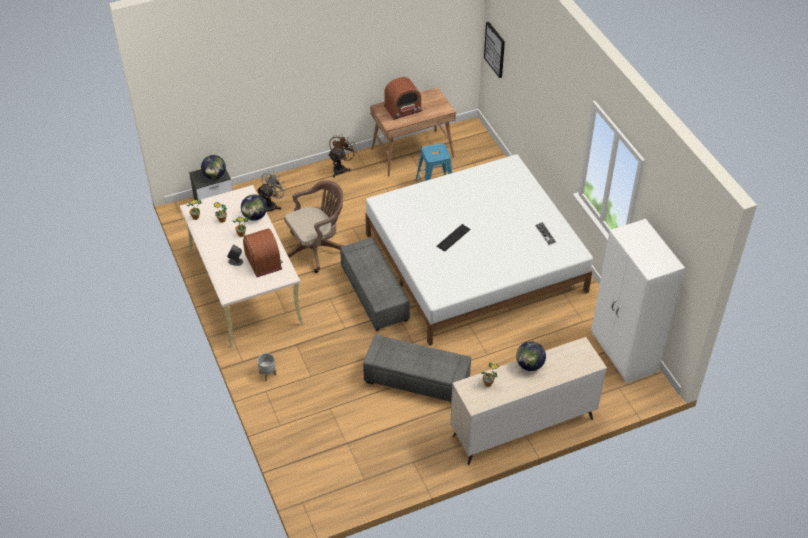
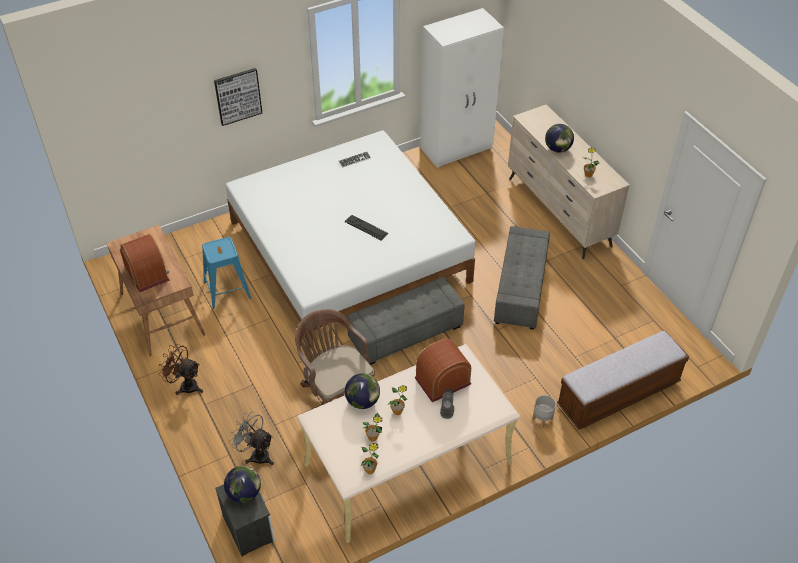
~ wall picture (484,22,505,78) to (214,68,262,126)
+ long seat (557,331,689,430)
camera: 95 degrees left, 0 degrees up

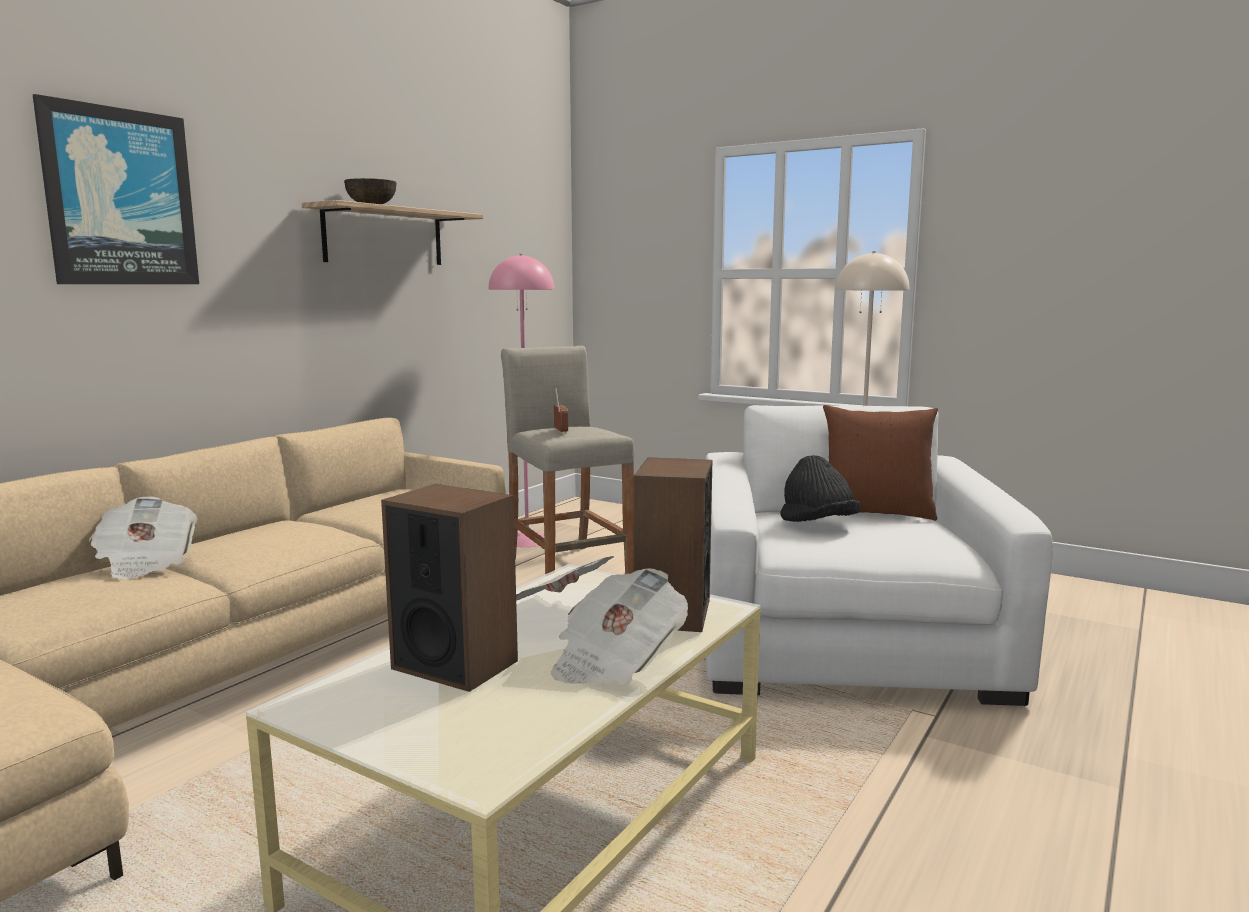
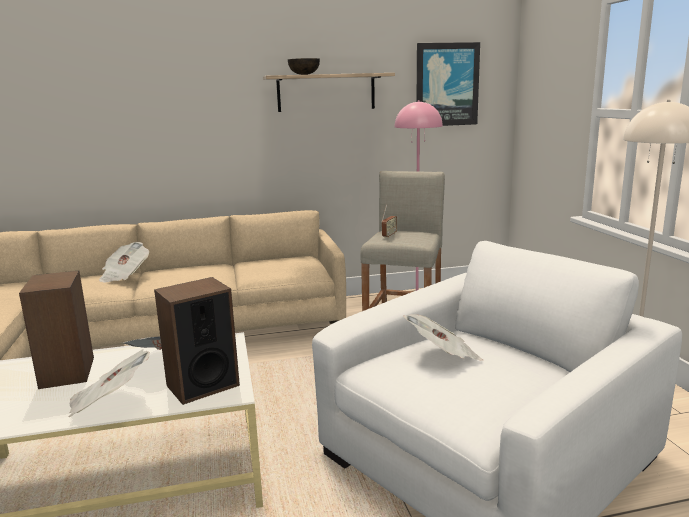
~ hat (blackish) (780,455,861,522) to newspaper (403,314,484,360)
~ wall picture (33,94,199,284) to (417,42,480,126)
- pillow (brown-coloured) (823,405,938,521)
camera: 45 degrees right, 5 degrees up

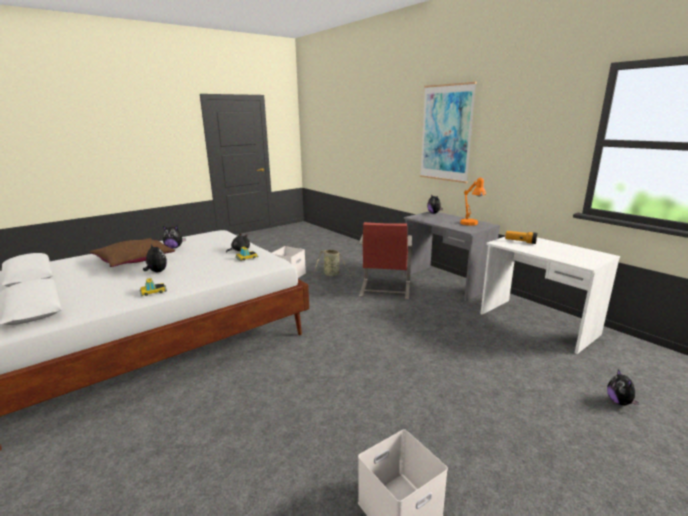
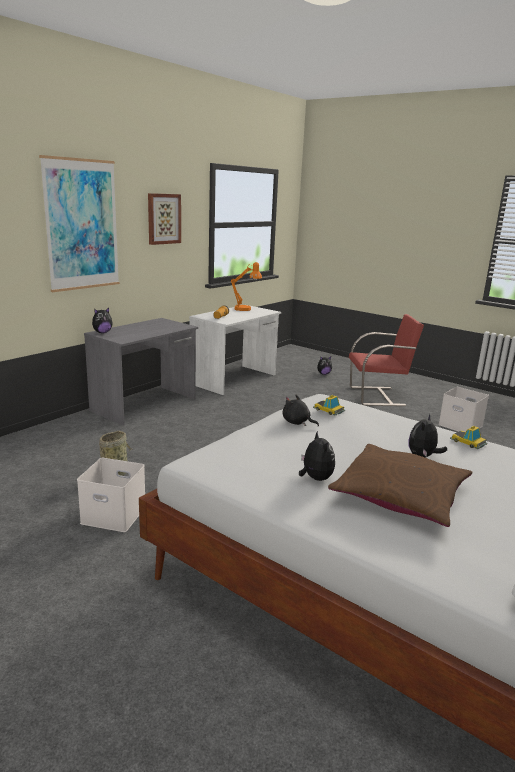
+ wall picture (148,193,181,245)
~ lamp for a table (orange) (460,178,486,226) to (231,262,262,311)
~ upright chair (red) (359,222,412,299) to (349,314,424,406)
camera: 105 degrees left, 0 degrees up

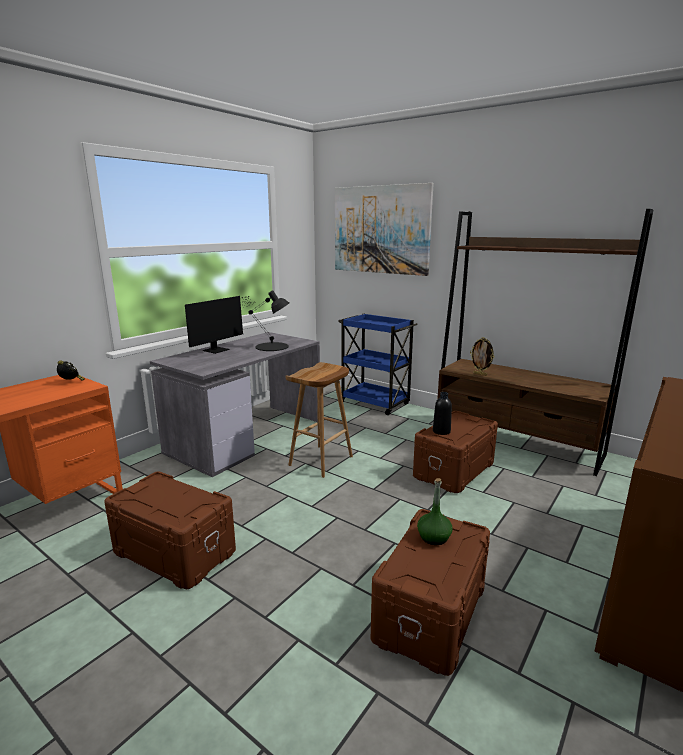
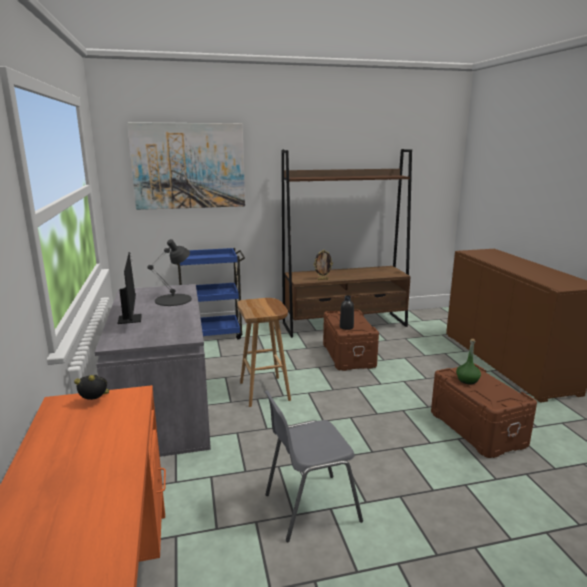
~ storage box (brown-coloured) (104,471,236,589) to upright chair (greyish) (264,390,363,542)
camera: 50 degrees left, 0 degrees up

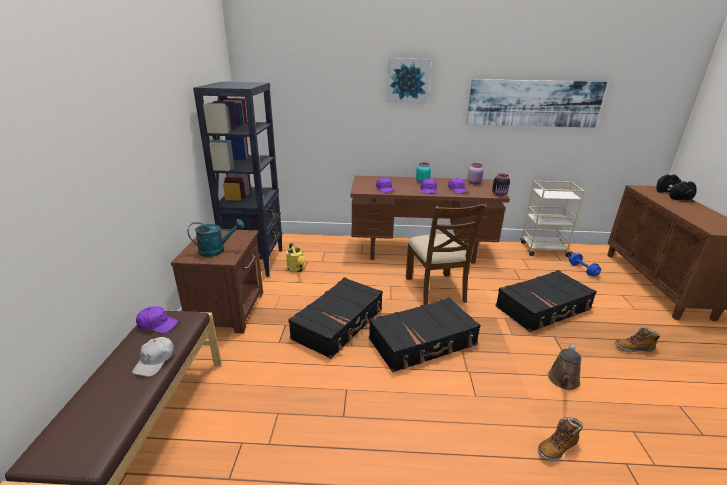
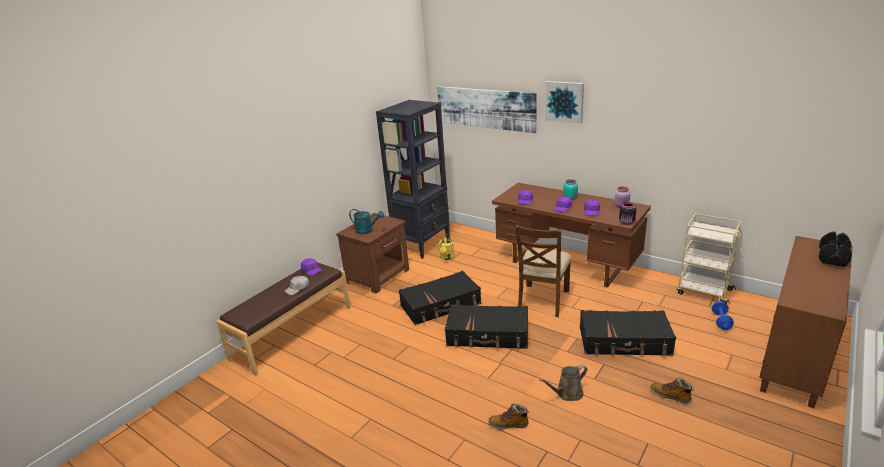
~ wall picture (466,79,607,128) to (437,86,537,133)
camera: 35 degrees right, 0 degrees up

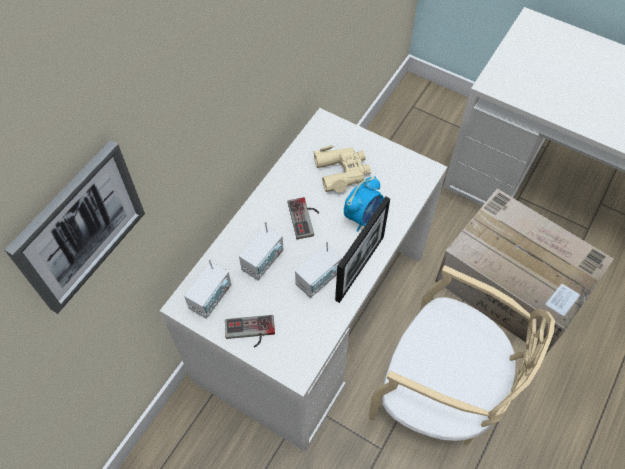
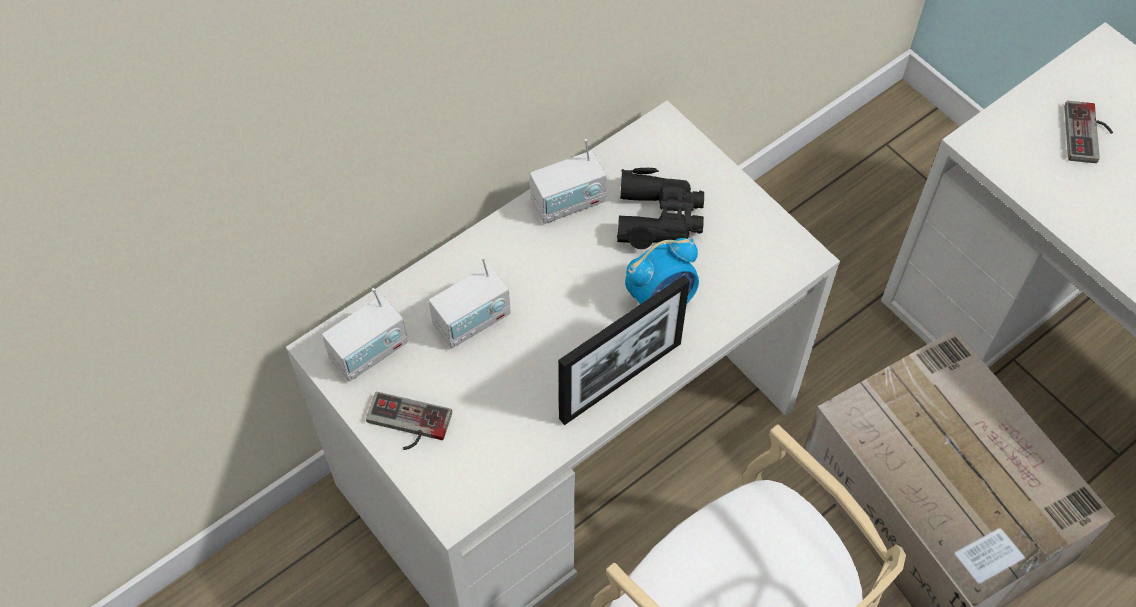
~ radio set (295,241,342,298) to (530,139,606,224)
~ binoculars (beige-coloured) (314,145,371,192) to binoculars (blackish) (617,168,704,249)
~ joypad (288,197,319,239) to (1064,101,1113,163)
- wall picture (5,140,145,314)
camera: 20 degrees right, 0 degrees up

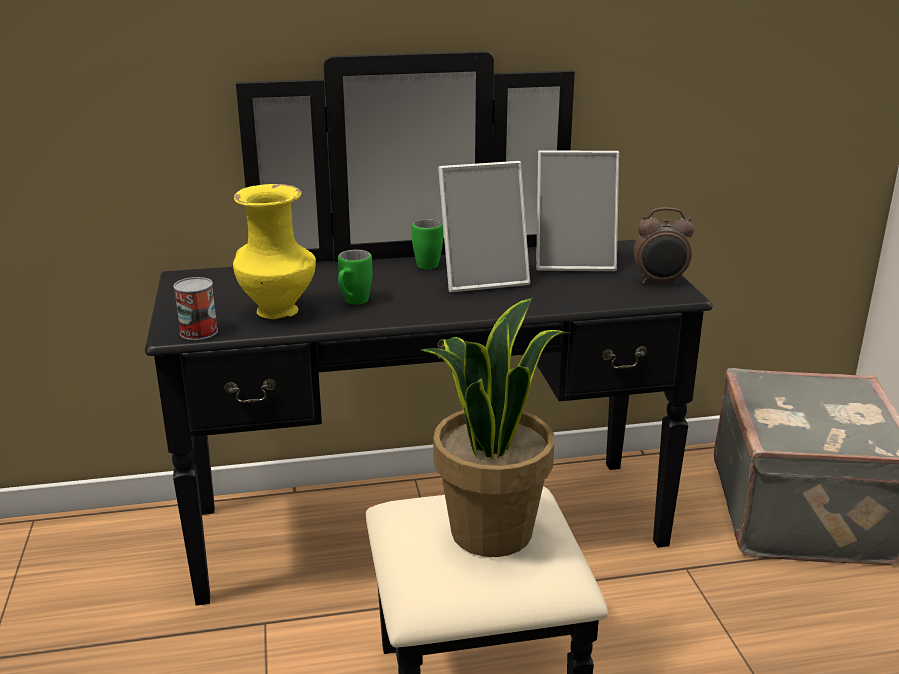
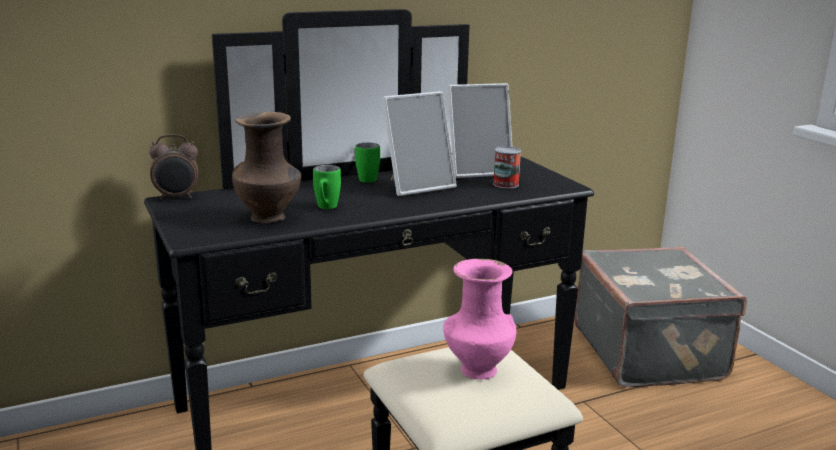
~ bedside clock (633,207,694,285) to (149,134,199,200)
~ vase (yellowish) (233,184,316,319) to vase (brown-coloured) (232,112,301,223)
~ potted plant (420,298,570,557) to vase (pinkish) (443,259,517,379)
~ can (173,277,218,340) to (493,146,521,188)
camera: 15 degrees left, 5 degrees down

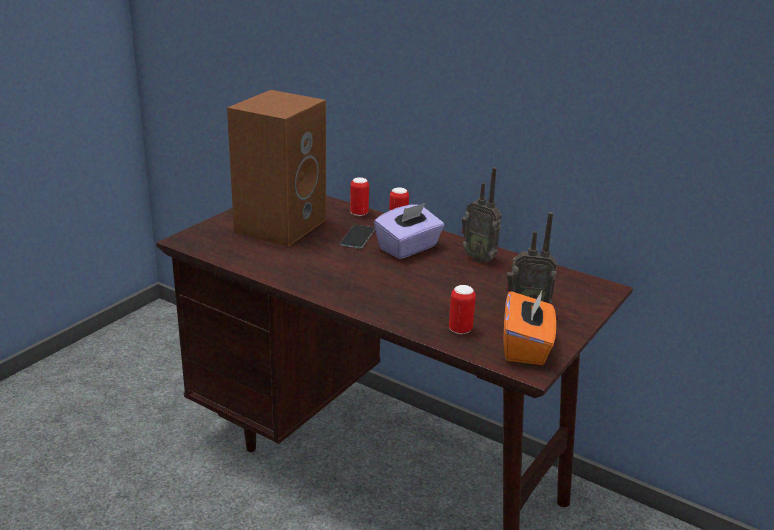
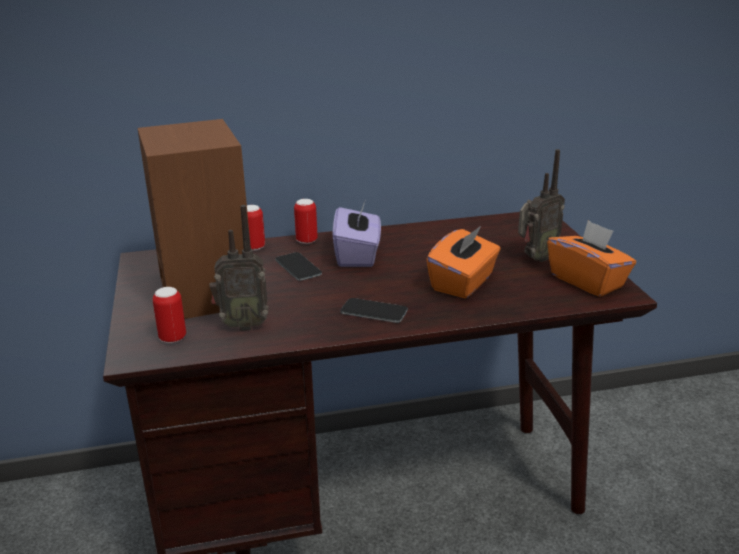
~ can (449,285,476,334) to (152,287,186,343)
~ radio set (461,167,501,263) to (210,205,268,331)
+ handset (340,298,408,323)
+ tissue box (orange) (426,225,500,298)
camera: 45 degrees left, 0 degrees up

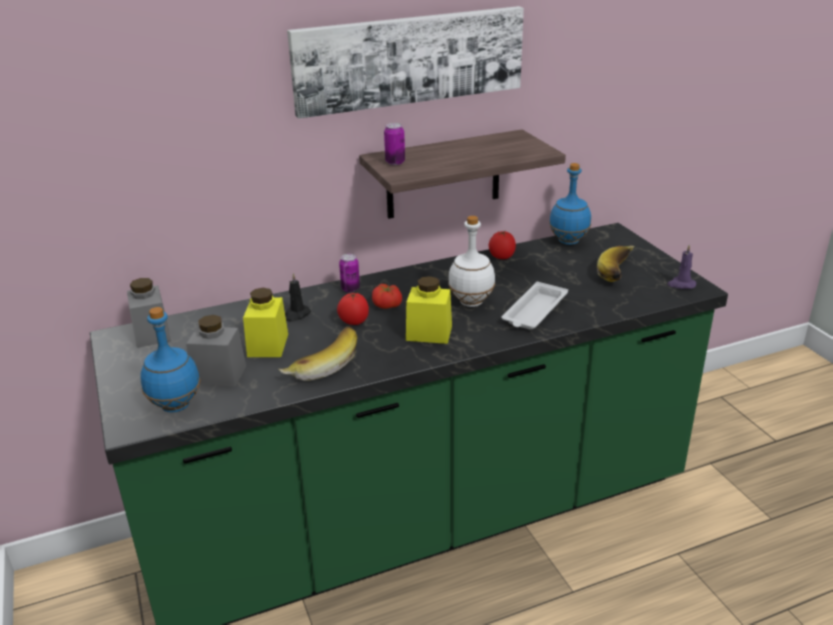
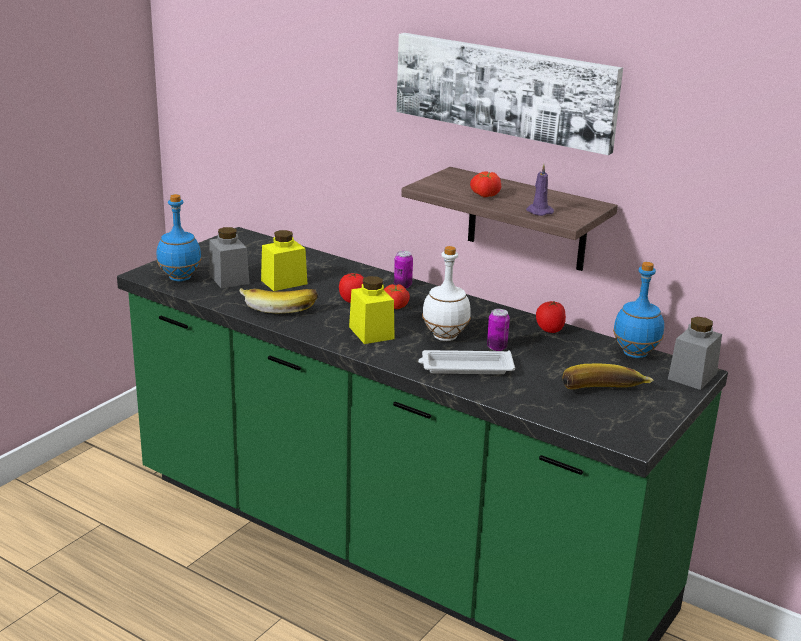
+ tomato (470,172,501,197)
~ can (384,123,405,165) to (487,309,510,351)
~ wax candle (purple-coloured) (667,245,696,289) to (526,164,554,216)
~ preserve jar (greyish) (127,278,171,348) to (668,317,722,390)
- wax candle (blackish) (285,273,311,322)
camera: 55 degrees right, 5 degrees down

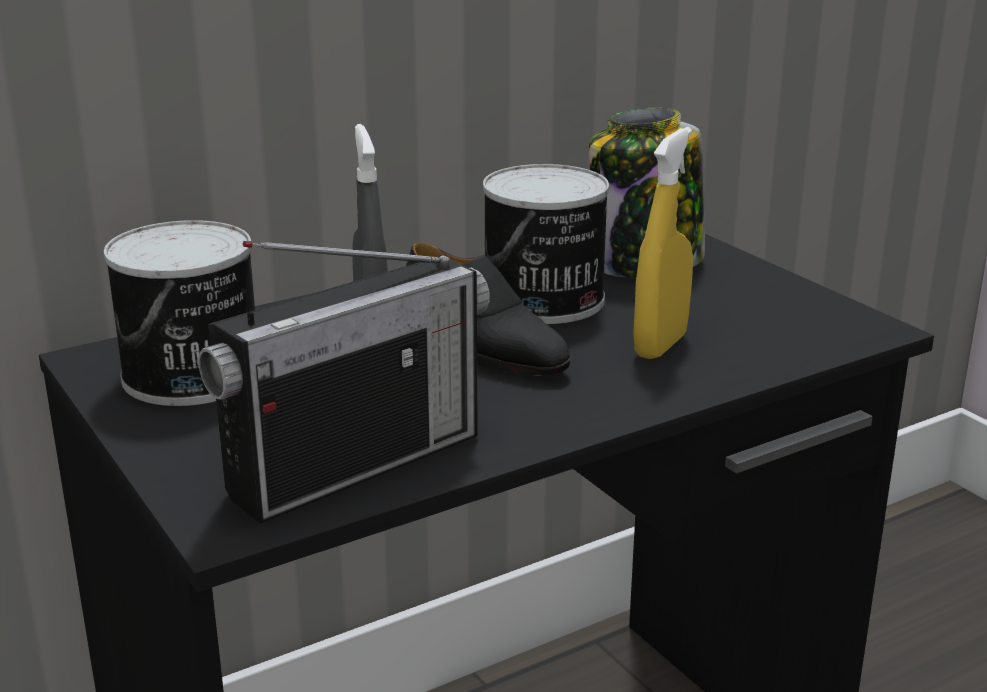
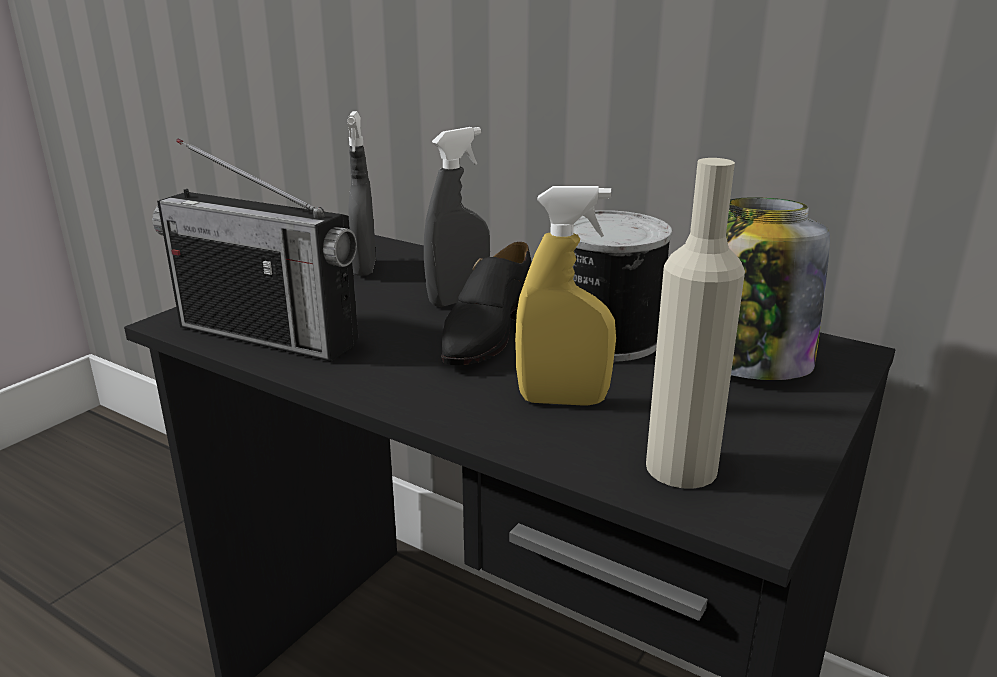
~ can (104,220,255,406) to hand sprayer (greyish) (347,111,376,276)
+ drink bottle (beige-coloured) (646,158,745,489)
camera: 65 degrees right, 0 degrees up

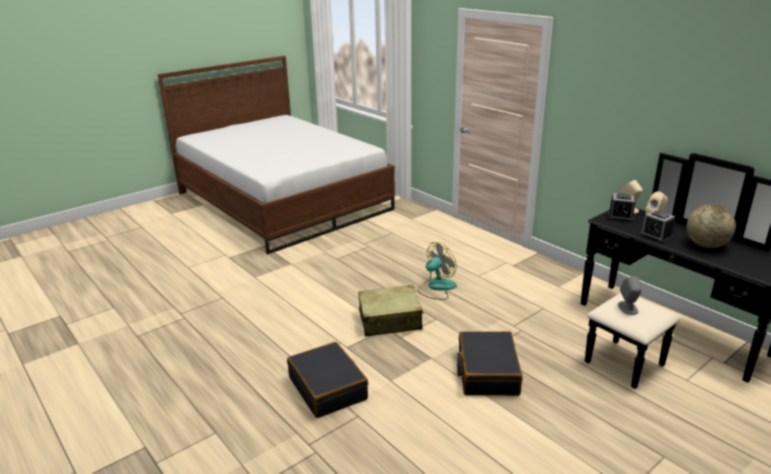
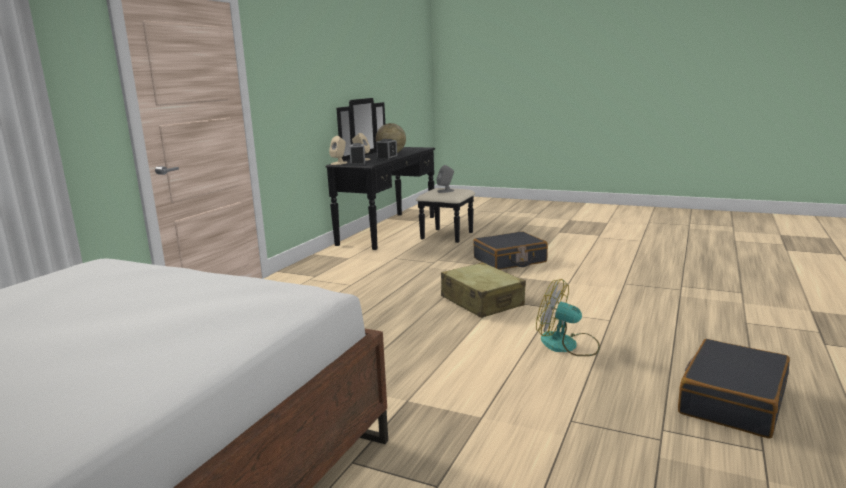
~ cooling fan (417,242,457,300) to (536,279,600,356)
~ piece of luggage (blackish) (287,342,368,418) to (678,339,790,438)
camera: 115 degrees left, 10 degrees down

